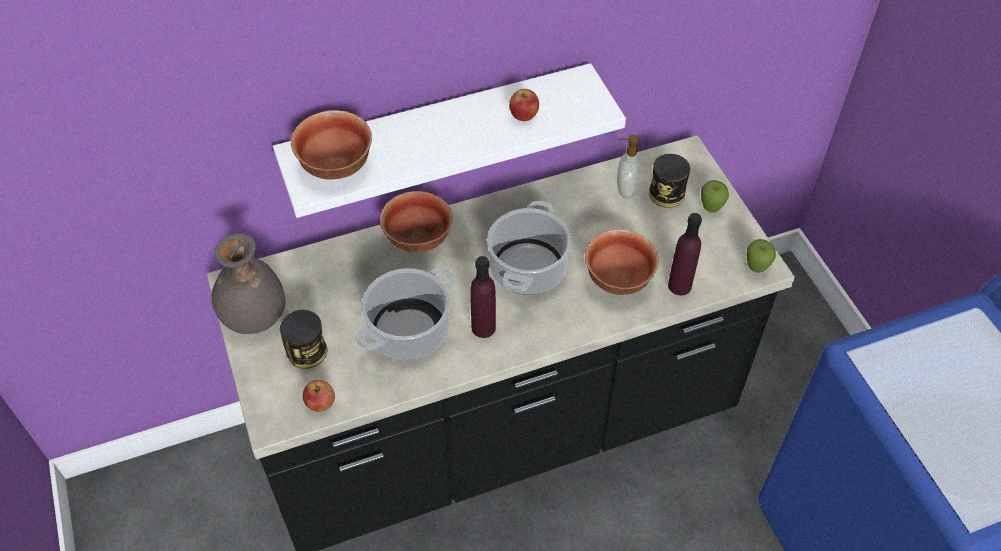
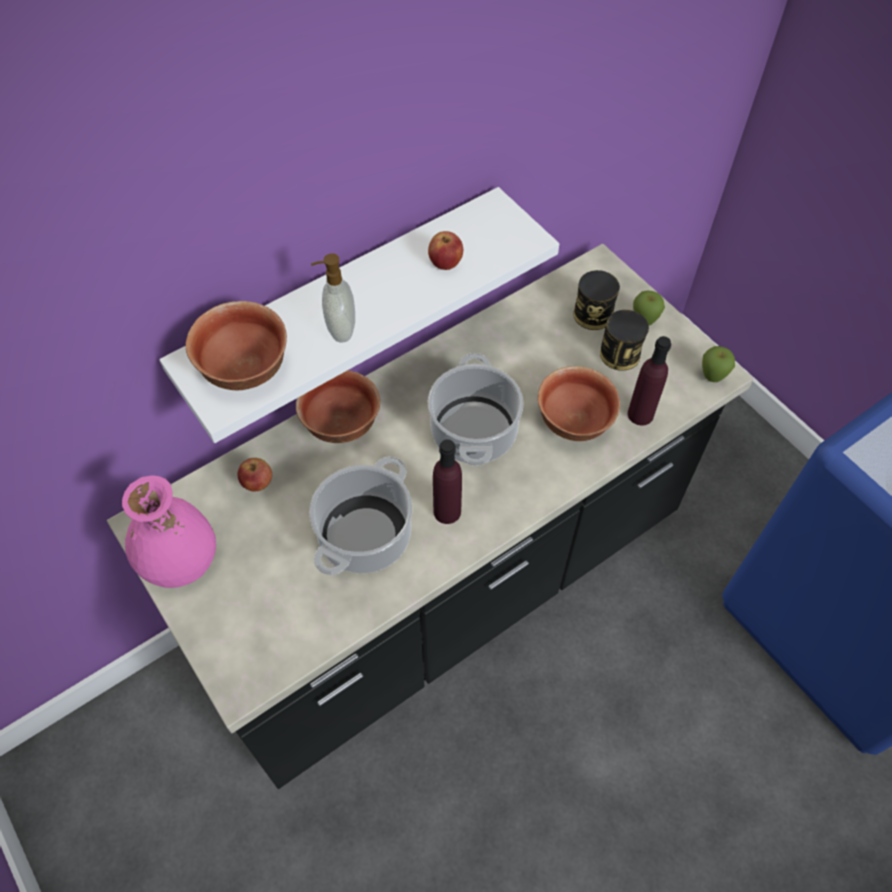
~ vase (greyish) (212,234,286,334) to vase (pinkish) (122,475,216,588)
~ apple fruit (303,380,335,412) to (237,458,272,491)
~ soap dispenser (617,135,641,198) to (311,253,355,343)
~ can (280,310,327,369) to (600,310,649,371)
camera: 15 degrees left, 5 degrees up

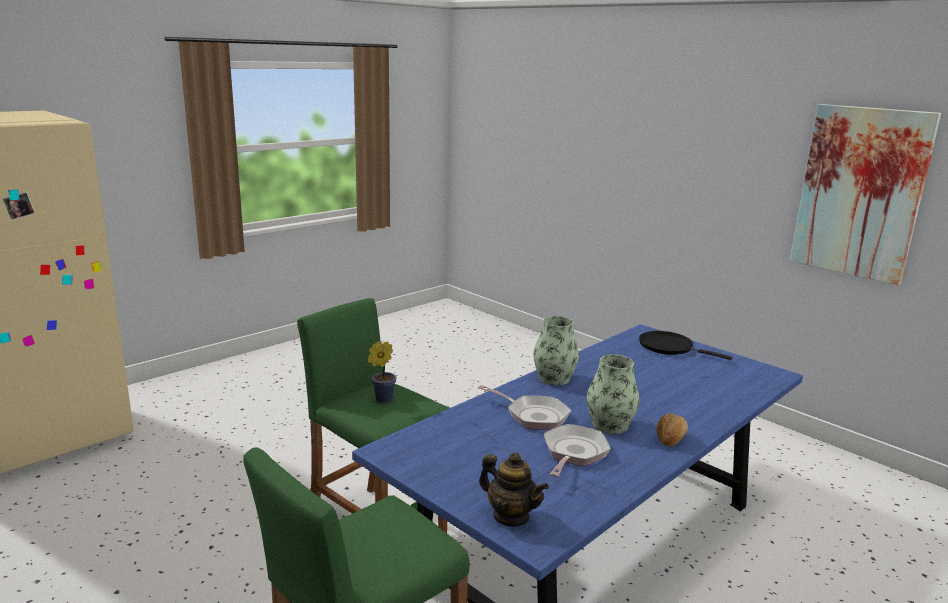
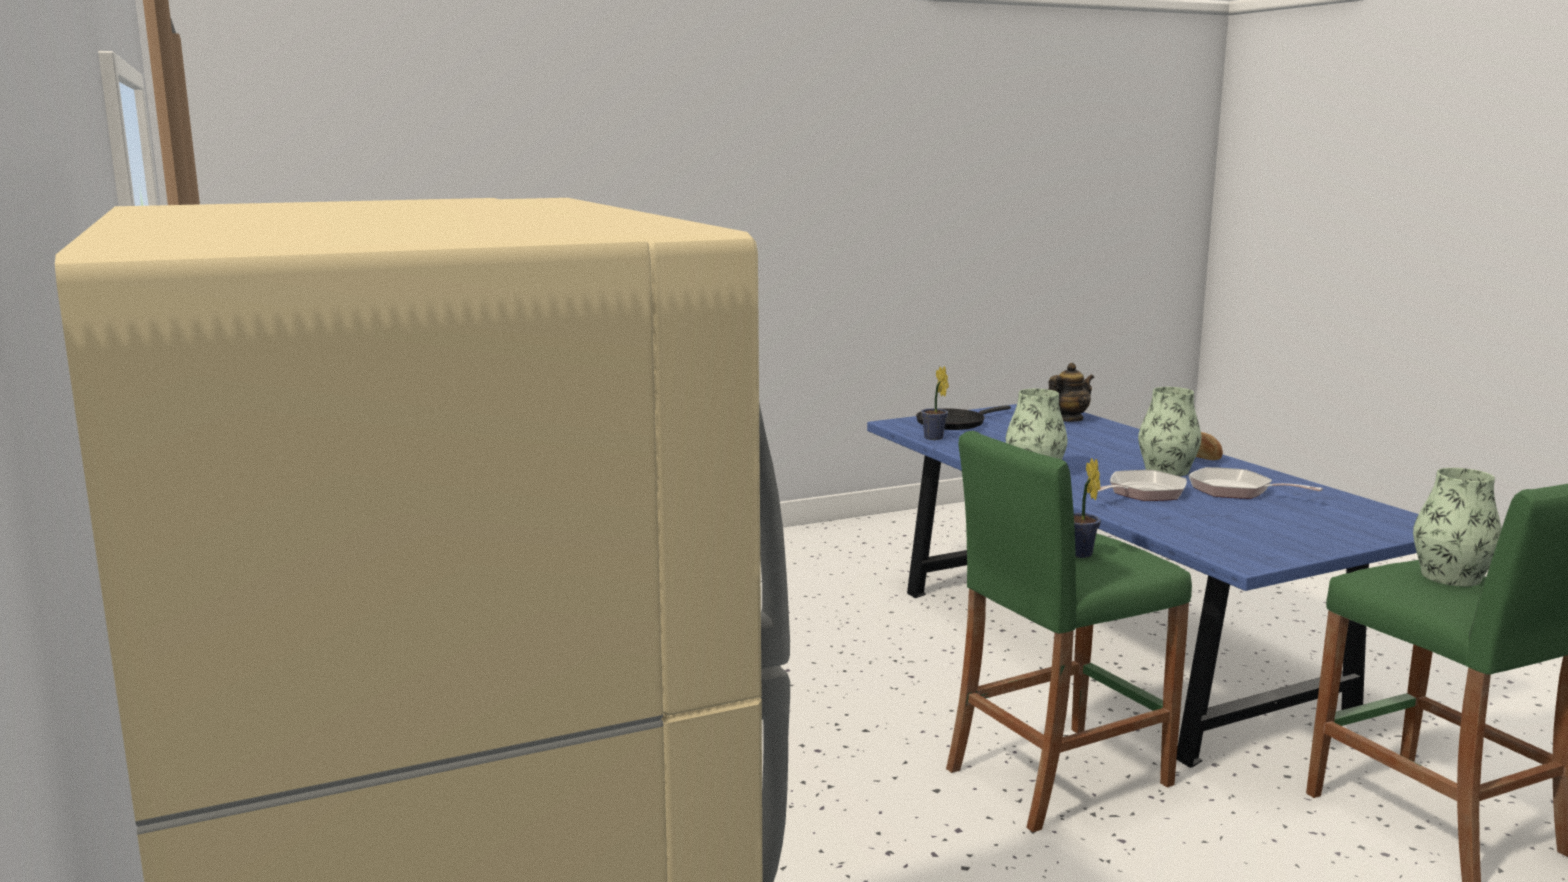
+ potted plant (921,366,949,440)
~ teapot (479,453,549,526) to (1048,363,1094,422)
+ vase (1413,468,1502,586)
- wall picture (790,104,941,285)
camera: 70 degrees left, 5 degrees down

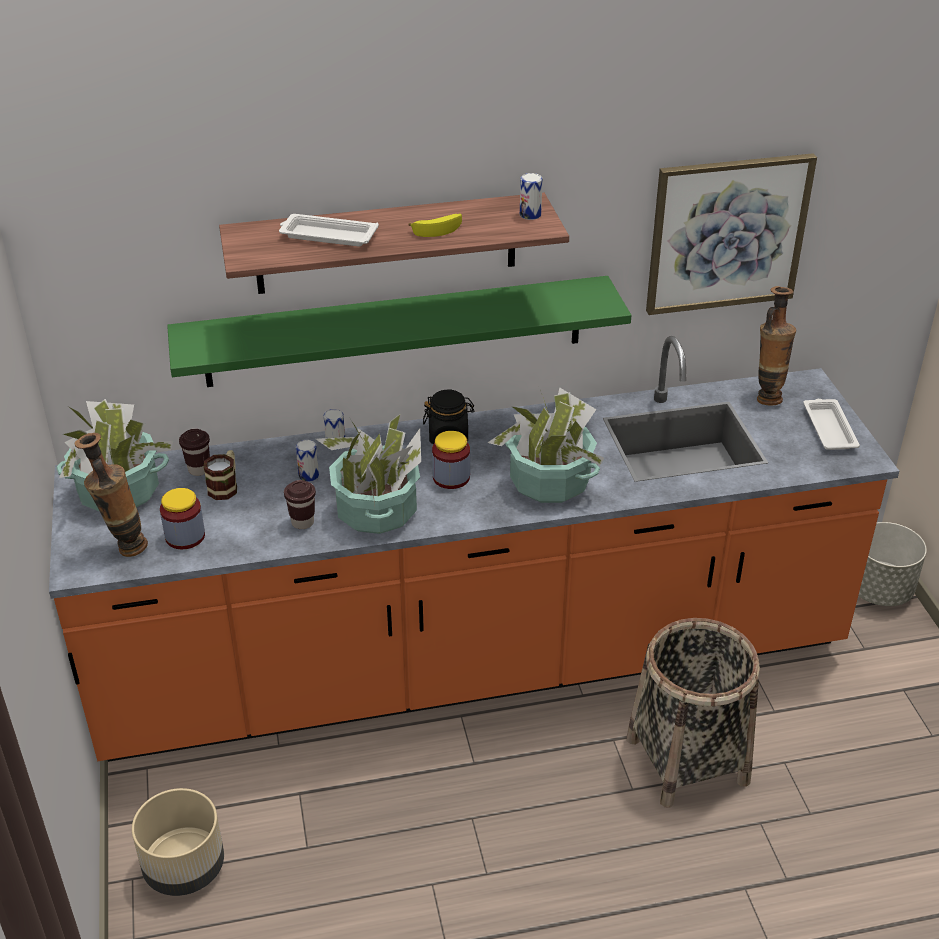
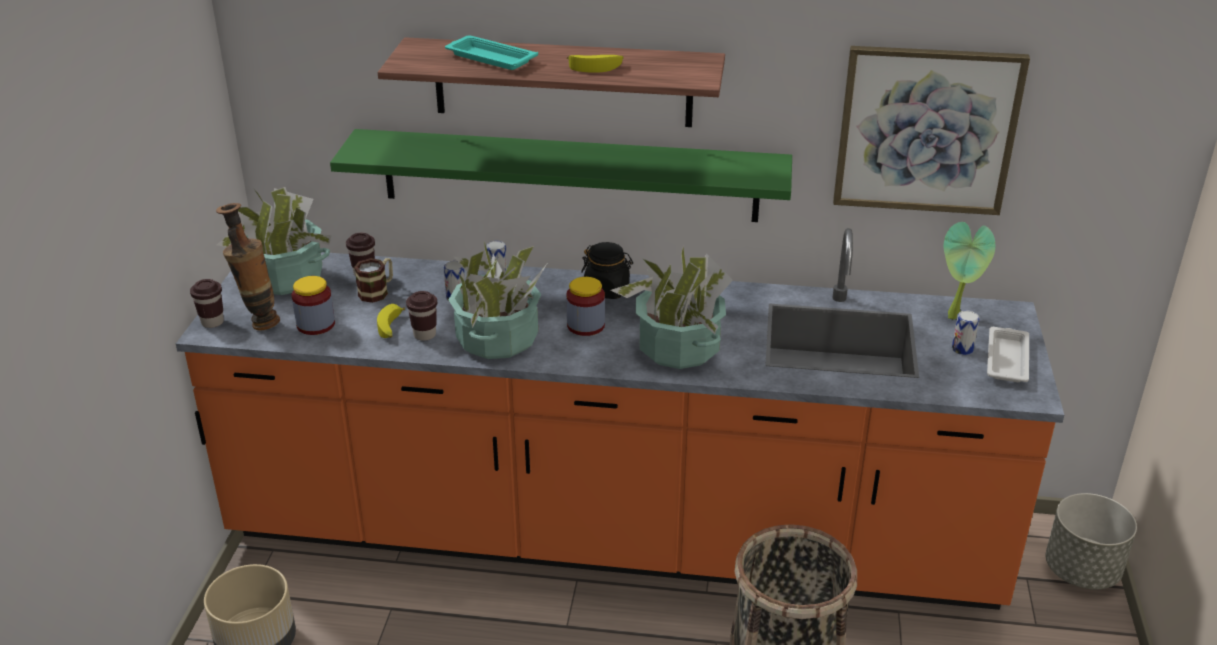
+ cup (brown-coloured) (190,279,224,328)
+ banana fruit (377,304,405,338)
~ serving tray (white-coloured) (279,214,379,246) to serving tray (turquoise) (445,36,538,70)
~ vase (757,286,796,406) to potted plant (944,222,995,320)
~ can (520,173,542,220) to (952,311,980,355)
camera: 20 degrees right, 5 degrees down

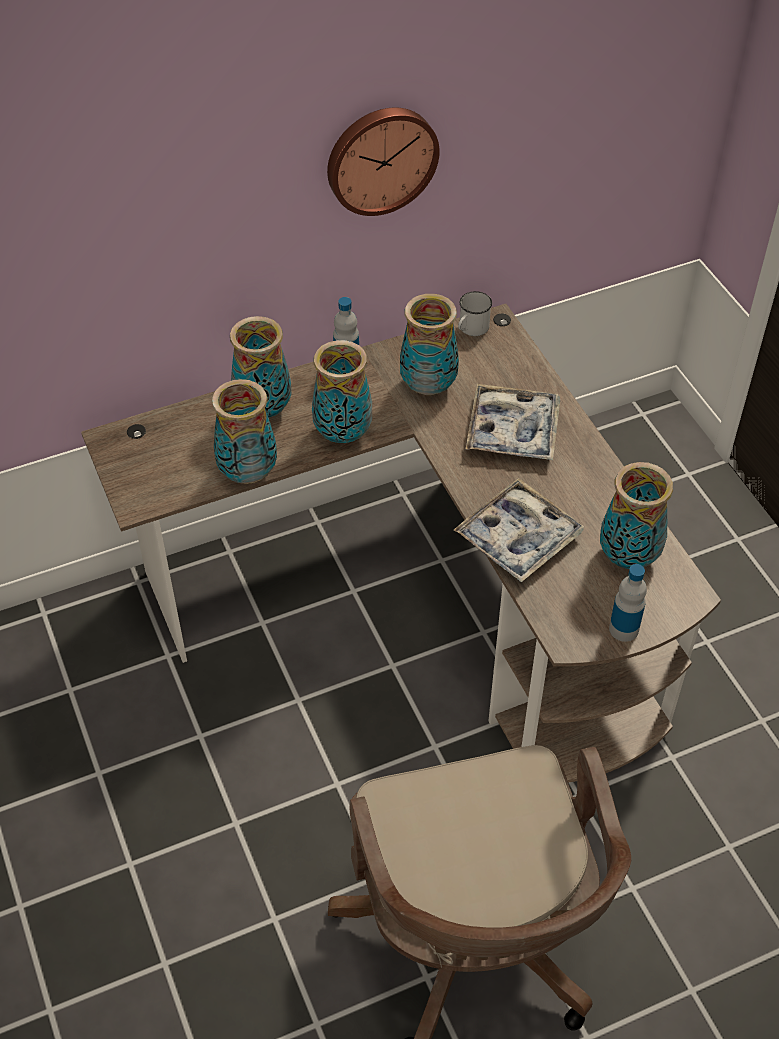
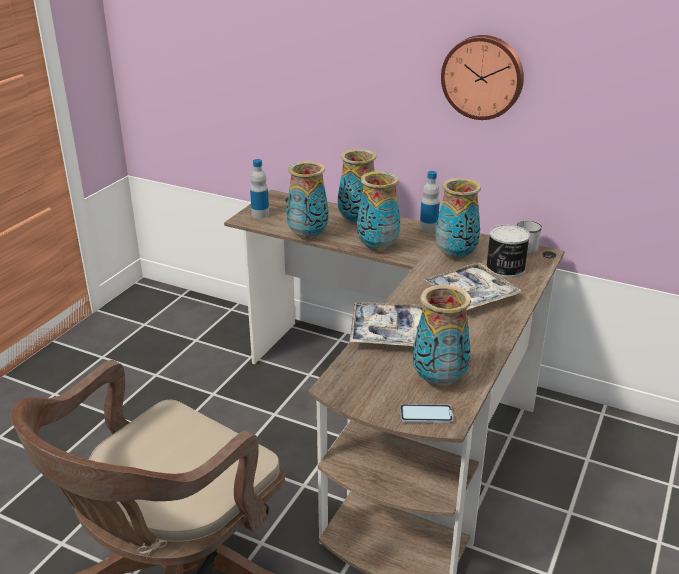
~ drink bottle (609,564,647,642) to (250,159,269,218)
+ handset (400,404,453,423)
+ can (486,225,530,278)
camera: 50 degrees right, 20 degrees down

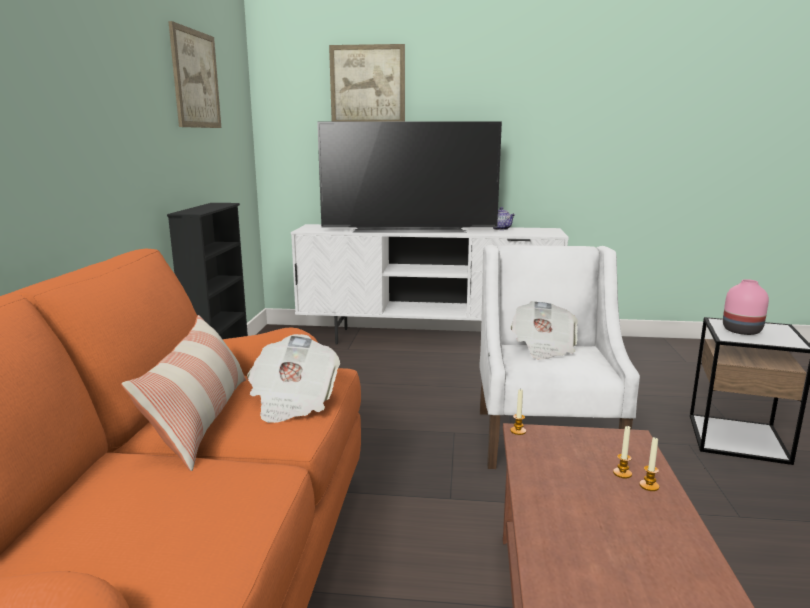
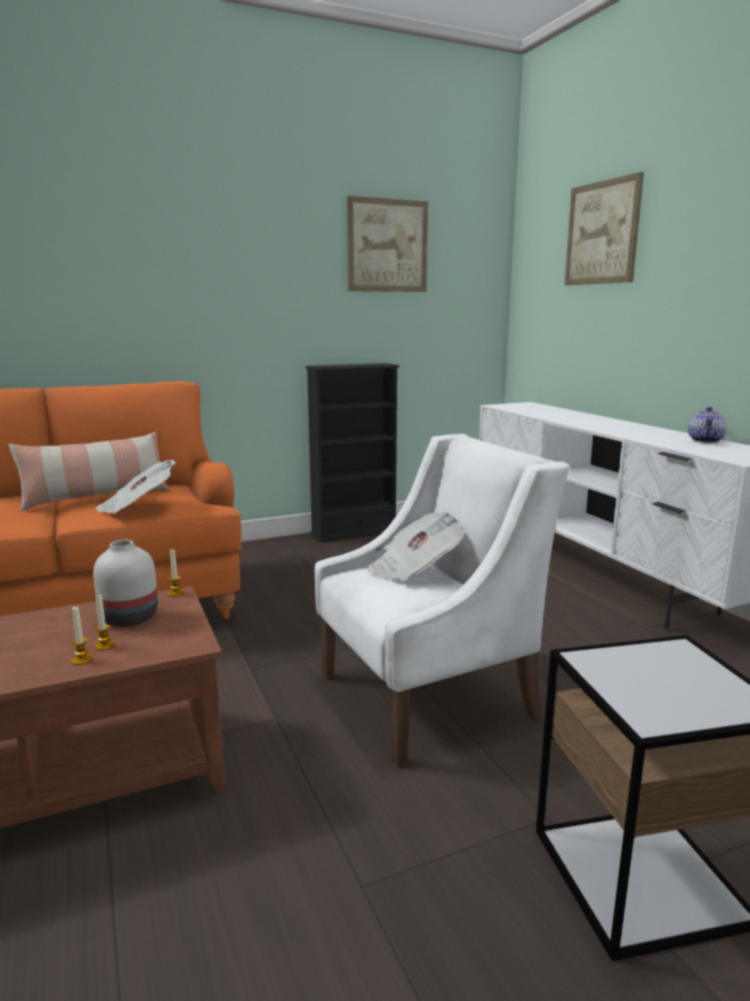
+ vase (white-coloured) (93,540,158,627)
- television (317,122,502,233)
- vase (pinkish) (723,279,769,335)
camera: 60 degrees right, 0 degrees up

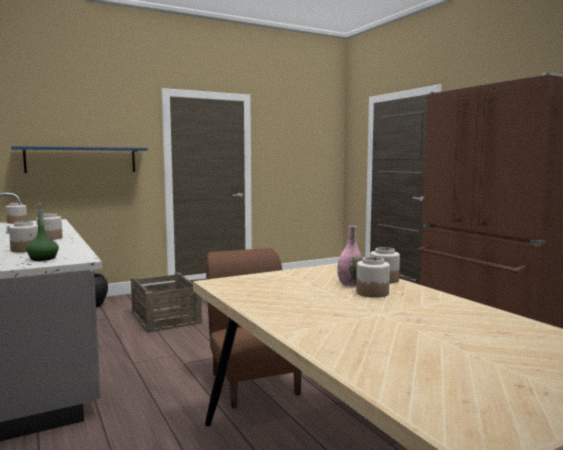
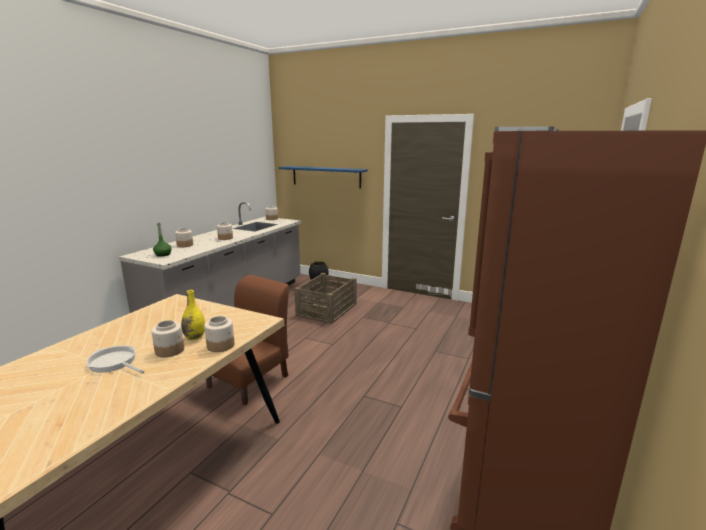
+ frying pan (86,346,145,374)
~ vase (pinkish) (337,226,363,286) to vase (yellowish) (181,290,205,340)
camera: 55 degrees right, 10 degrees up

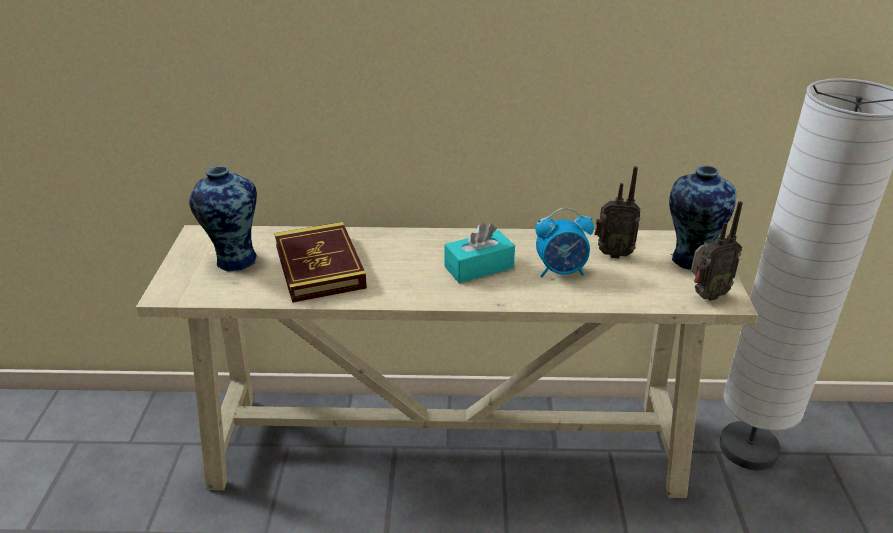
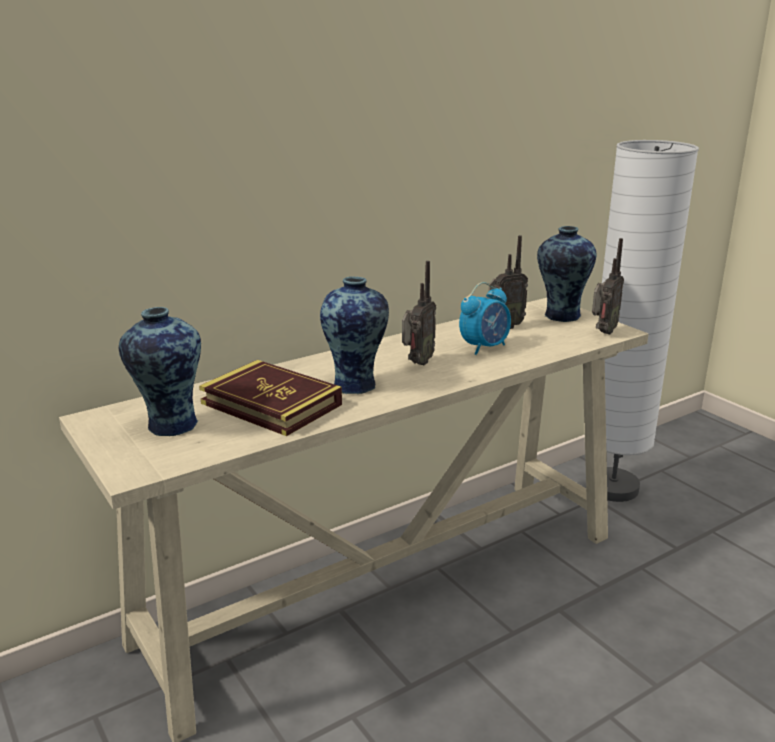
+ vase (320,276,389,394)
~ tissue box (turquoise) (444,223,515,283) to radio set (402,261,436,365)
camera: 35 degrees left, 10 degrees down

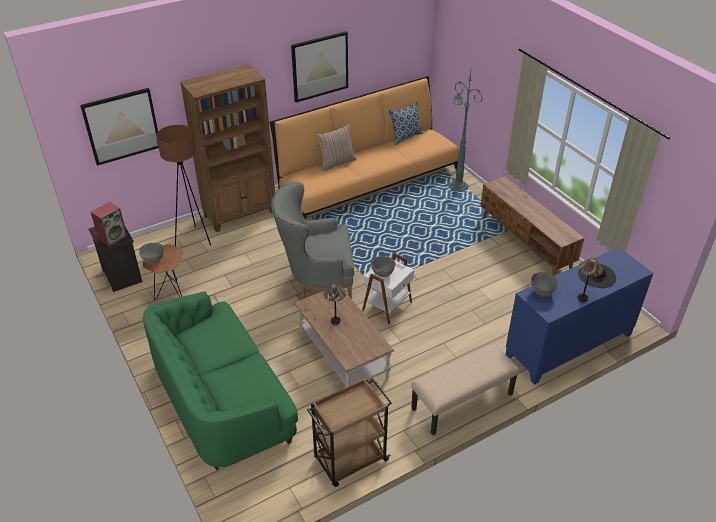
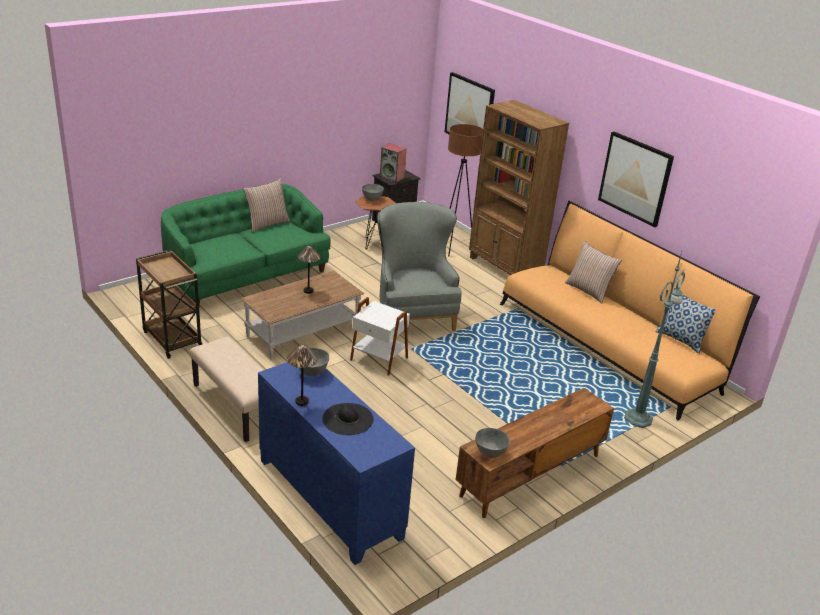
+ pillow (243,178,290,232)
~ serving bowl (greyish) (371,256,396,277) to (475,428,510,458)
camera: 80 degrees right, 10 degrees down

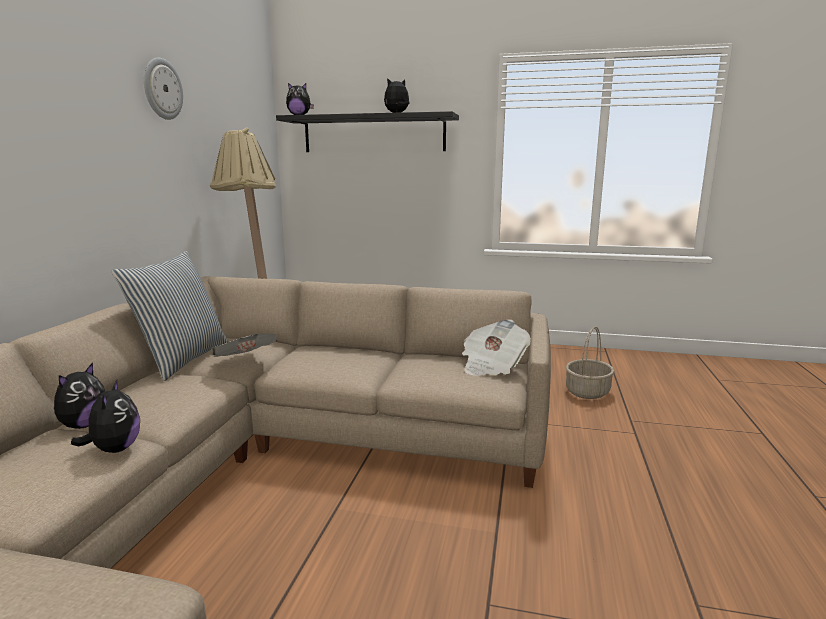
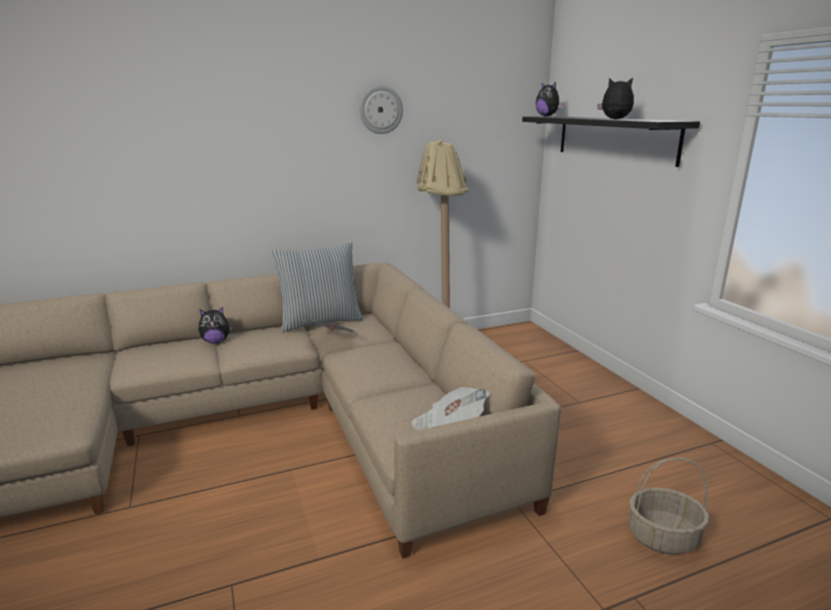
- soft toy (71,380,140,453)
camera: 55 degrees right, 5 degrees up

